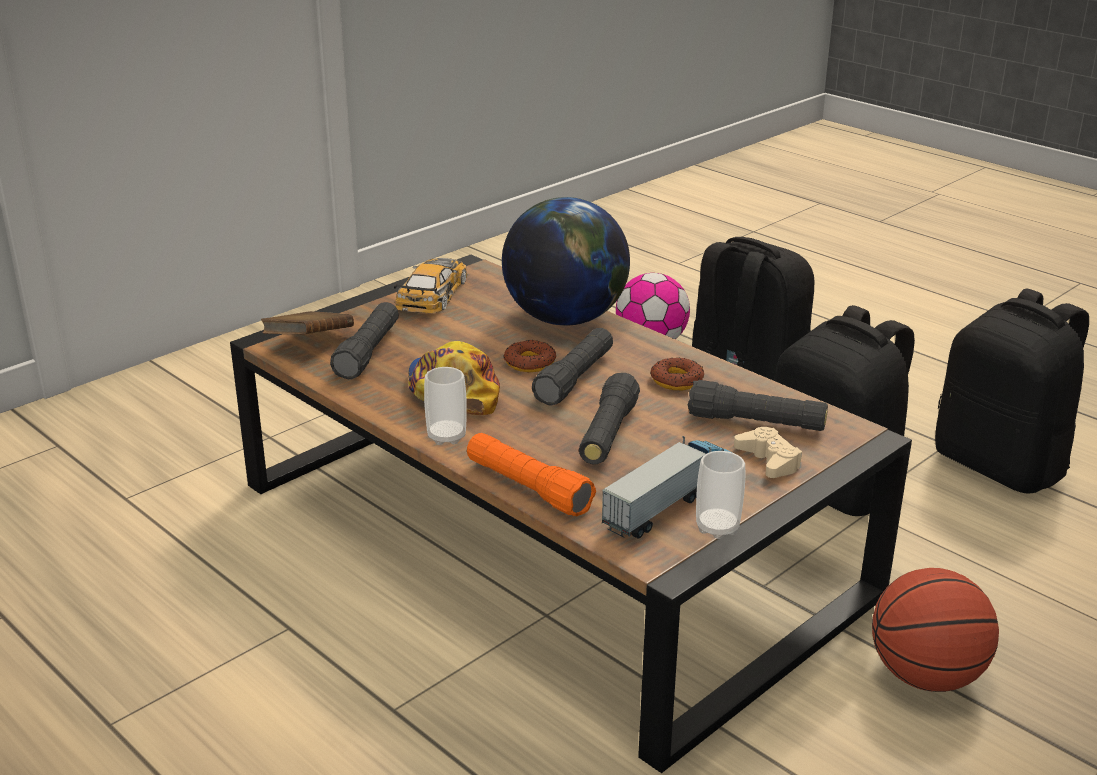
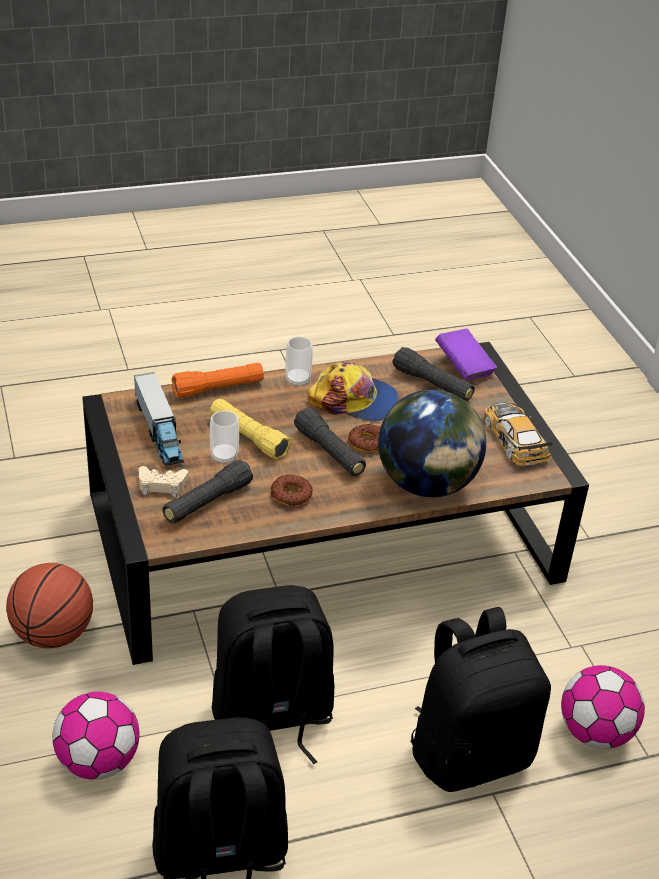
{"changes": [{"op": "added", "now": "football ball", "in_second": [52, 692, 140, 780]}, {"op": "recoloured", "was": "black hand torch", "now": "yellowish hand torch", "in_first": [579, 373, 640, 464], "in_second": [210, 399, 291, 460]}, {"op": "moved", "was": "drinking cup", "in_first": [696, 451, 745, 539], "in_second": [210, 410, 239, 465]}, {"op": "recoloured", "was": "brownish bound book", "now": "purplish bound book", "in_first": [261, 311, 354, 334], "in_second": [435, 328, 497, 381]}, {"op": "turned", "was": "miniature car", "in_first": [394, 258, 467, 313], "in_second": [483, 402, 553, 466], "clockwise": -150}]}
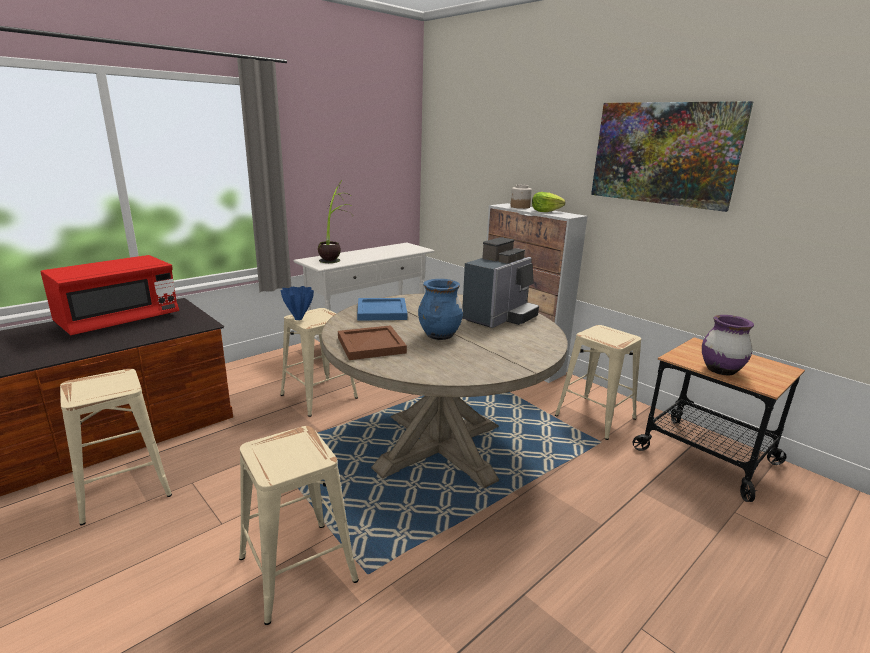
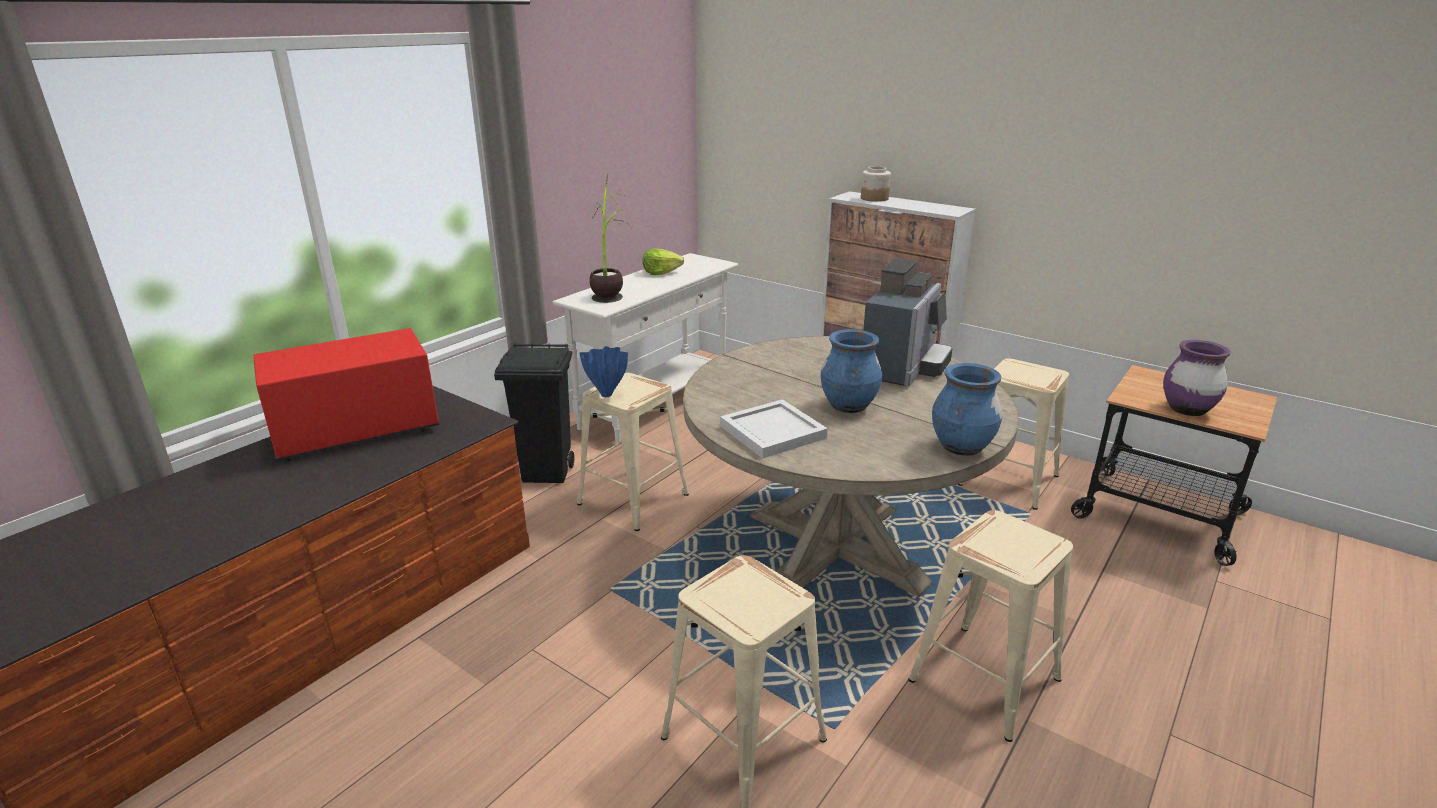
{"changes": [{"op": "turned", "was": "red-coloured microwave", "in_first": [41, 255, 179, 335], "in_second": [253, 328, 439, 462], "clockwise": -150}, {"op": "added", "now": "black trash can", "in_second": [494, 343, 574, 483]}, {"op": "moved", "was": "head of lettuce", "in_first": [532, 192, 565, 212], "in_second": [643, 248, 684, 275]}, {"op": "recoloured", "was": "brownish serving tray", "now": "white serving tray", "in_first": [338, 325, 407, 360], "in_second": [720, 399, 828, 459]}, {"op": "moved", "was": "beige stool seat", "in_first": [60, 369, 172, 525], "in_second": [909, 510, 1073, 742]}, {"op": "added", "now": "bluish vase", "in_second": [932, 363, 1002, 456]}, {"op": "removed", "was": "bluish serving tray", "in_first": [357, 298, 407, 321]}, {"op": "removed", "was": "wall art", "in_first": [591, 101, 753, 212]}]}
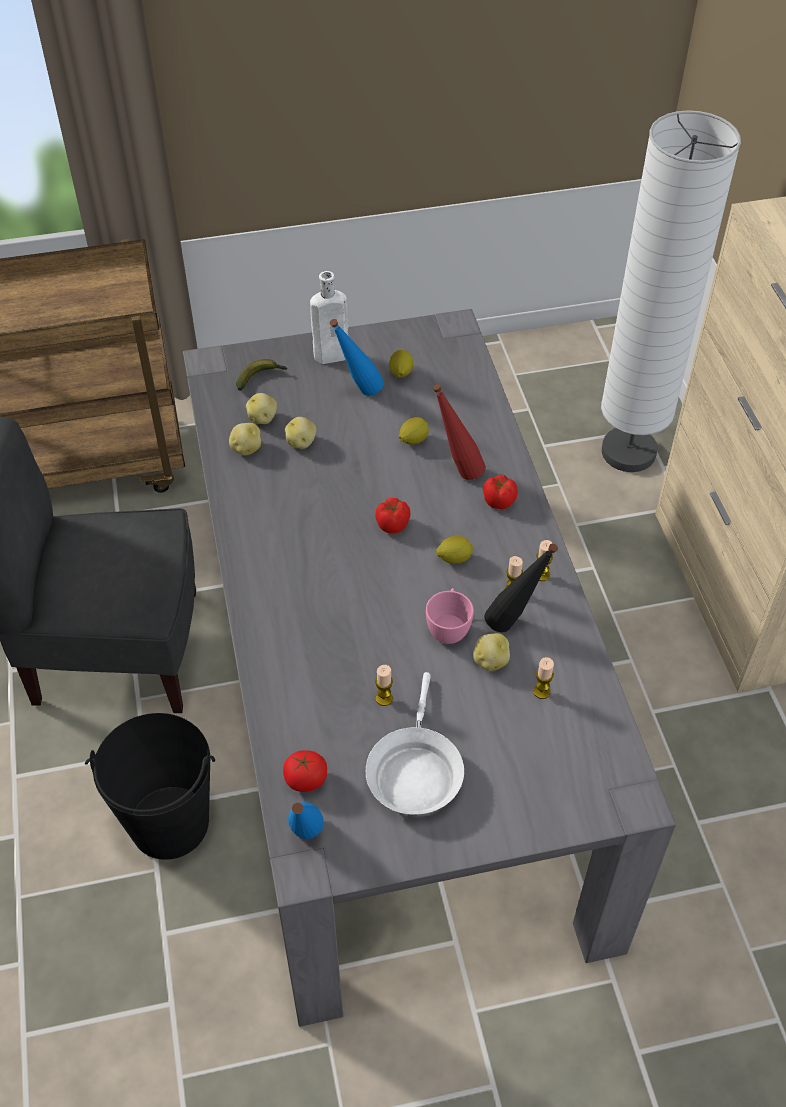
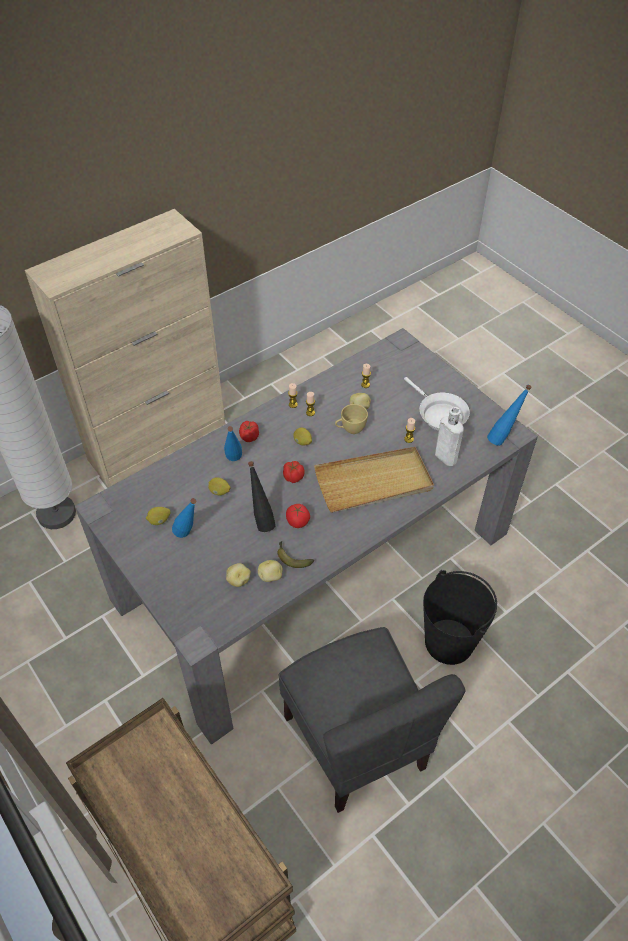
{"changes": [{"op": "recoloured", "was": "red-coloured bottle", "now": "bluish bottle", "in_first": [433, 384, 486, 480], "in_second": [224, 426, 242, 461]}, {"op": "moved", "was": "black bottle", "in_first": [485, 544, 558, 632], "in_second": [248, 461, 276, 532]}, {"op": "moved", "was": "whole banana", "in_first": [236, 359, 287, 390], "in_second": [277, 541, 314, 568]}, {"op": "moved", "was": "tomato", "in_first": [283, 750, 327, 792], "in_second": [286, 504, 310, 528]}, {"op": "added", "now": "beige serving tray", "in_second": [314, 447, 434, 513]}, {"op": "recoloured", "was": "pinkish drinking cup", "now": "yellowish drinking cup", "in_first": [426, 588, 474, 644], "in_second": [335, 404, 368, 434]}, {"op": "turned", "was": "white pan", "in_first": [366, 672, 464, 814], "in_second": [404, 377, 470, 431], "clockwise": 75}, {"op": "moved", "was": "white bottle", "in_first": [310, 271, 348, 364], "in_second": [435, 407, 464, 466]}, {"op": "removed", "was": "spud", "in_first": [285, 417, 317, 449]}]}
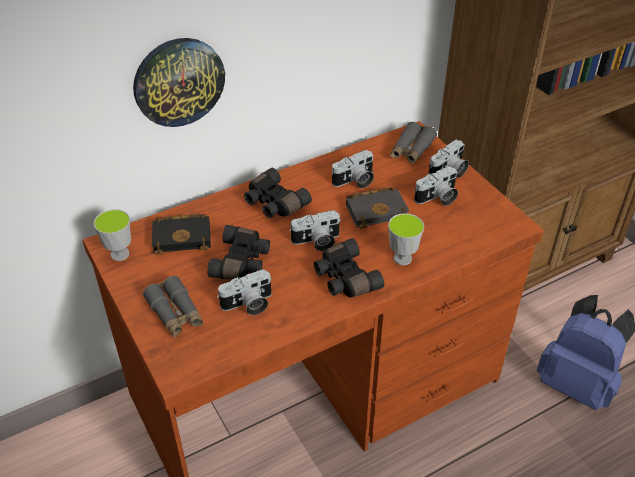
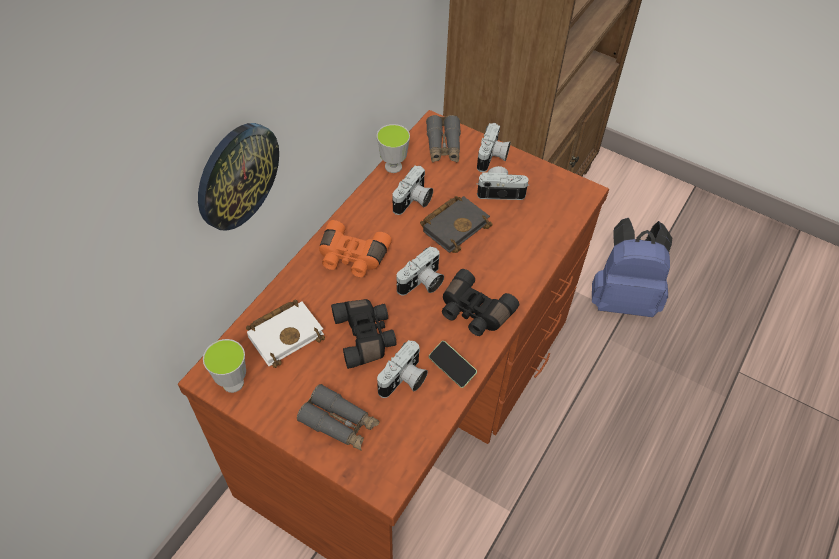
{"changes": [{"op": "recoloured", "was": "black bound book", "now": "white bound book", "in_first": [152, 214, 211, 255], "in_second": [246, 300, 325, 368]}, {"op": "recoloured", "was": "black binoculars", "now": "orangey binoculars", "in_first": [244, 168, 312, 218], "in_second": [319, 220, 392, 277]}, {"op": "moved", "was": "drinking cup", "in_first": [388, 213, 424, 265], "in_second": [377, 124, 410, 173]}, {"op": "added", "now": "phone", "in_second": [429, 341, 477, 388]}, {"op": "turned", "was": "photo camera", "in_first": [414, 166, 458, 206], "in_second": [476, 166, 529, 200], "clockwise": -120}]}
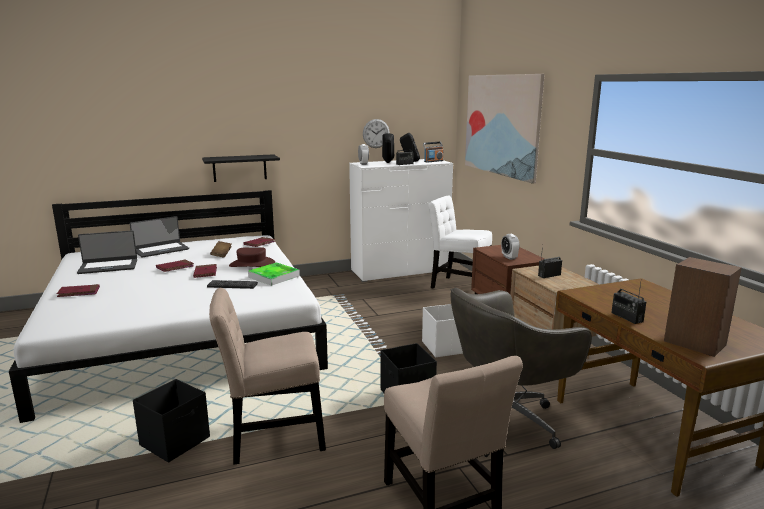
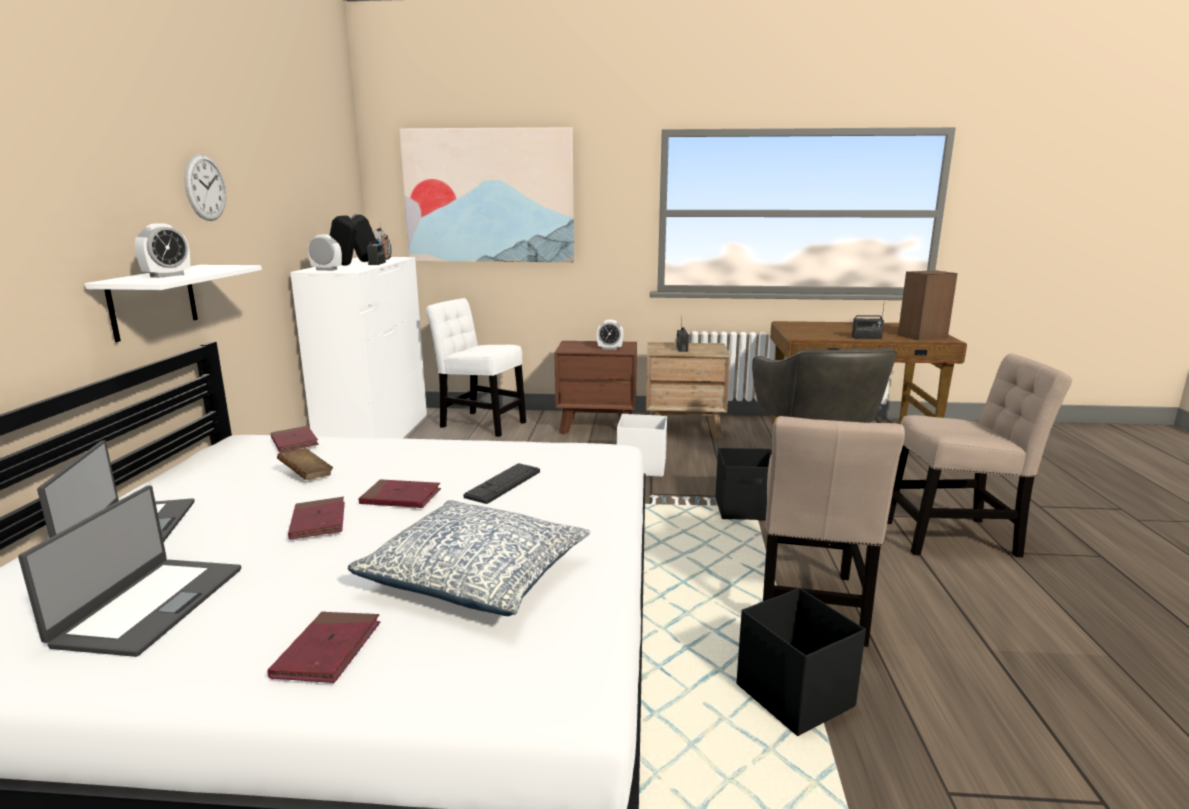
{"changes": [{"op": "recoloured", "was": "black shelf", "now": "white shelf", "in_first": [202, 154, 280, 182], "in_second": [85, 265, 262, 342]}, {"op": "added", "now": "alarm clock", "in_second": [135, 223, 190, 278]}, {"op": "moved", "was": "clock on the wall", "in_first": [363, 119, 390, 148], "in_second": [184, 154, 226, 221]}, {"op": "added", "now": "throw pillow", "in_second": [348, 500, 591, 616]}, {"op": "turned", "was": "white plain chair", "in_first": [428, 195, 492, 294], "in_second": [426, 298, 526, 437], "clockwise": 60}, {"op": "removed", "was": "brownish wearable hat", "in_first": [229, 248, 275, 267]}, {"op": "removed", "was": "serving tray", "in_first": [248, 262, 300, 286]}]}
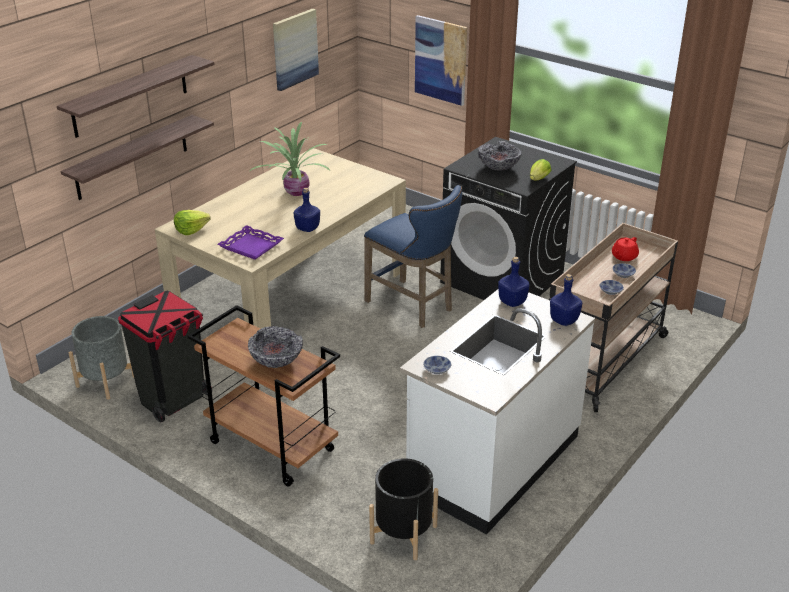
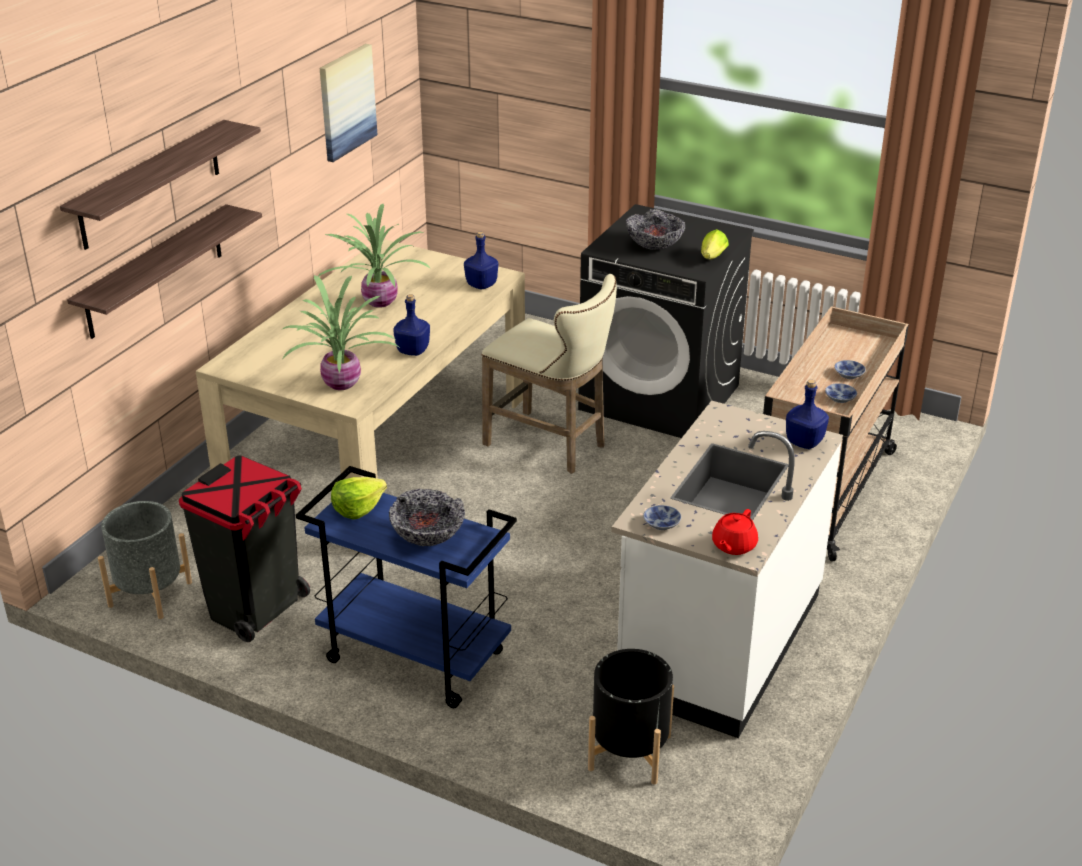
{"changes": [{"op": "replaced", "was": "purplish serving tray", "now": "potted plant", "in_first": [217, 225, 284, 260], "in_second": [280, 275, 399, 390]}, {"op": "recoloured", "was": "brownish cart", "now": "bluish cart", "in_first": [187, 305, 340, 487], "in_second": [296, 466, 517, 708]}, {"op": "moved", "was": "head of lettuce", "in_first": [174, 210, 210, 235], "in_second": [331, 477, 387, 520]}, {"op": "moved", "was": "bluish bottle", "in_first": [498, 256, 530, 307], "in_second": [464, 231, 498, 289]}, {"op": "recoloured", "was": "bluish stool seat", "now": "beige stool seat", "in_first": [364, 185, 462, 328], "in_second": [481, 274, 617, 474]}, {"op": "moved", "was": "red-coloured pot for tea", "in_first": [612, 237, 639, 261], "in_second": [712, 509, 758, 555]}, {"op": "removed", "was": "wall art", "in_first": [415, 15, 467, 106]}]}
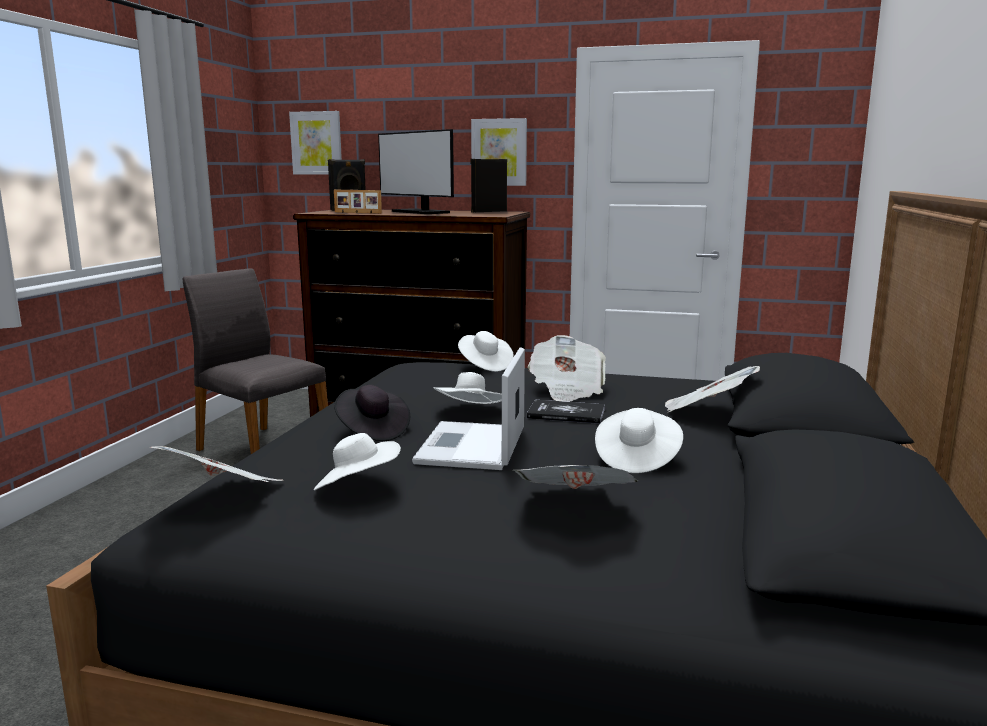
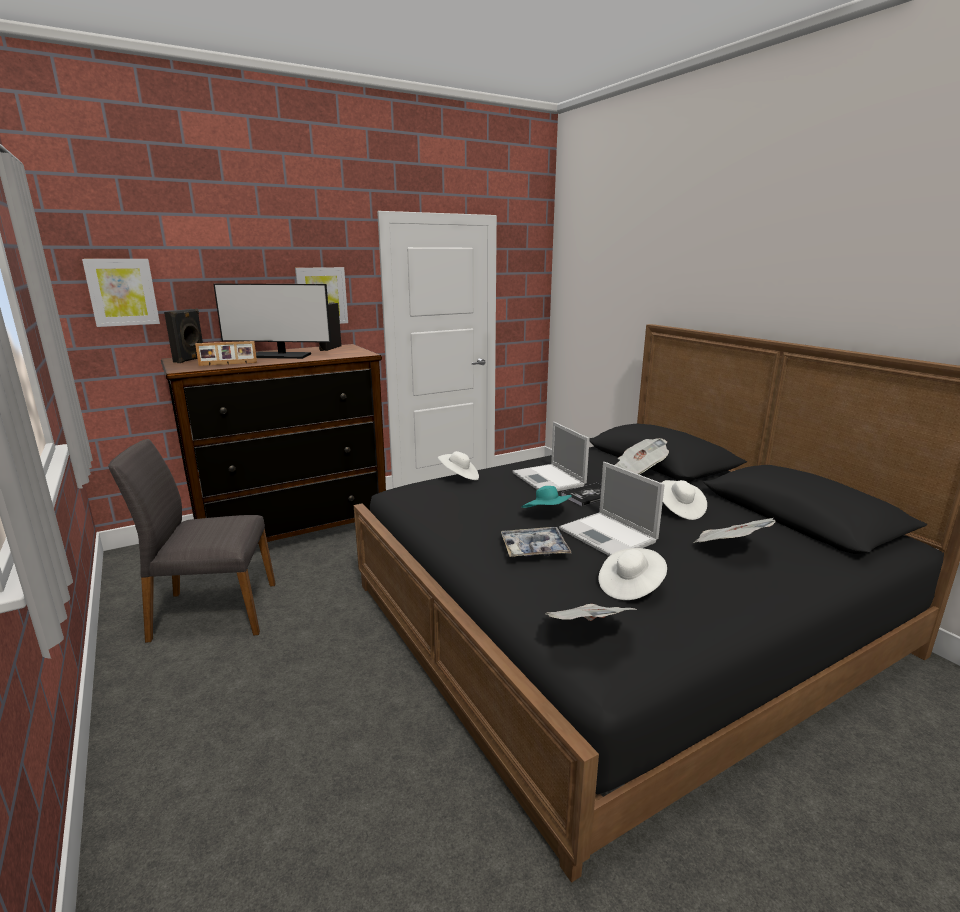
{"changes": [{"op": "replaced", "was": "black wearable hat", "now": "serving tray", "in_first": [334, 385, 410, 441], "in_second": [501, 527, 571, 558]}, {"op": "replaced", "was": "printed paper", "now": "notebook computer", "in_first": [528, 335, 606, 402], "in_second": [512, 422, 590, 491]}, {"op": "recoloured", "was": "white wearable hat", "now": "blue-green wearable hat", "in_first": [433, 372, 502, 404], "in_second": [521, 486, 572, 508]}]}
